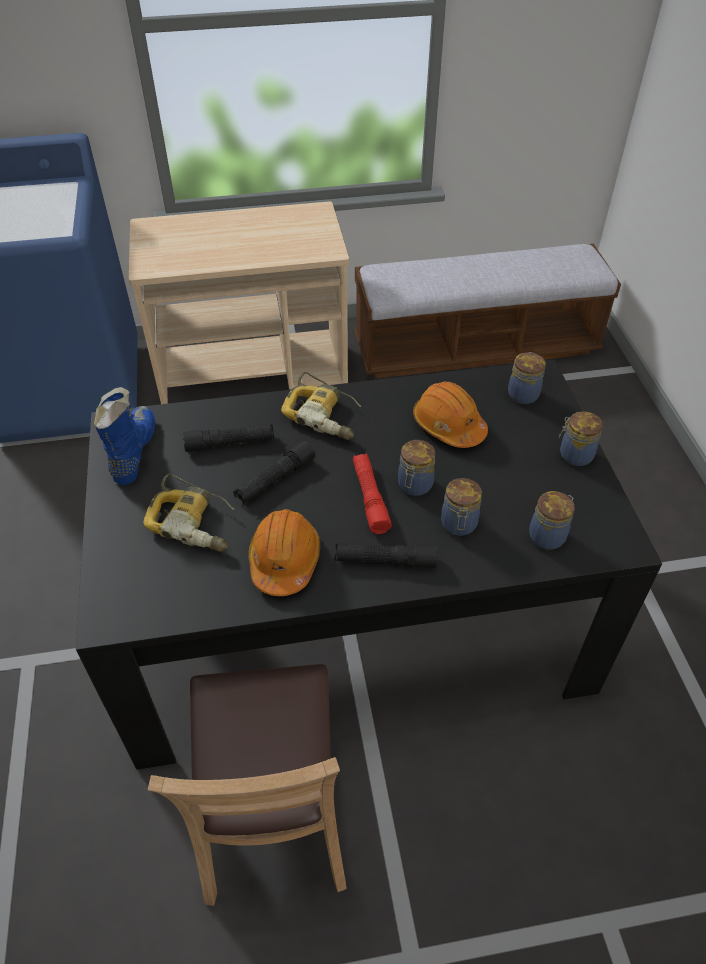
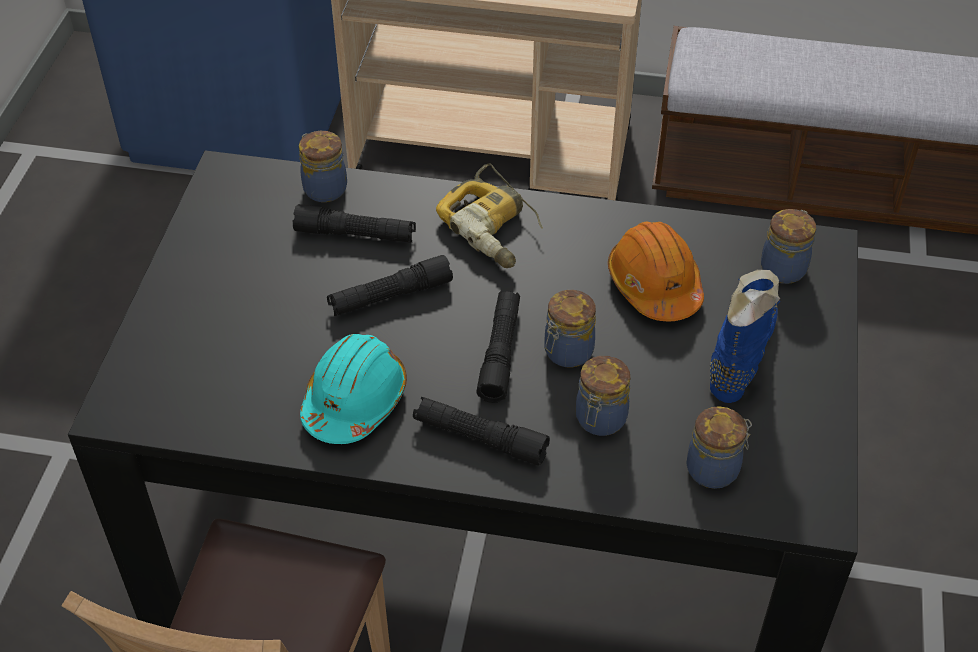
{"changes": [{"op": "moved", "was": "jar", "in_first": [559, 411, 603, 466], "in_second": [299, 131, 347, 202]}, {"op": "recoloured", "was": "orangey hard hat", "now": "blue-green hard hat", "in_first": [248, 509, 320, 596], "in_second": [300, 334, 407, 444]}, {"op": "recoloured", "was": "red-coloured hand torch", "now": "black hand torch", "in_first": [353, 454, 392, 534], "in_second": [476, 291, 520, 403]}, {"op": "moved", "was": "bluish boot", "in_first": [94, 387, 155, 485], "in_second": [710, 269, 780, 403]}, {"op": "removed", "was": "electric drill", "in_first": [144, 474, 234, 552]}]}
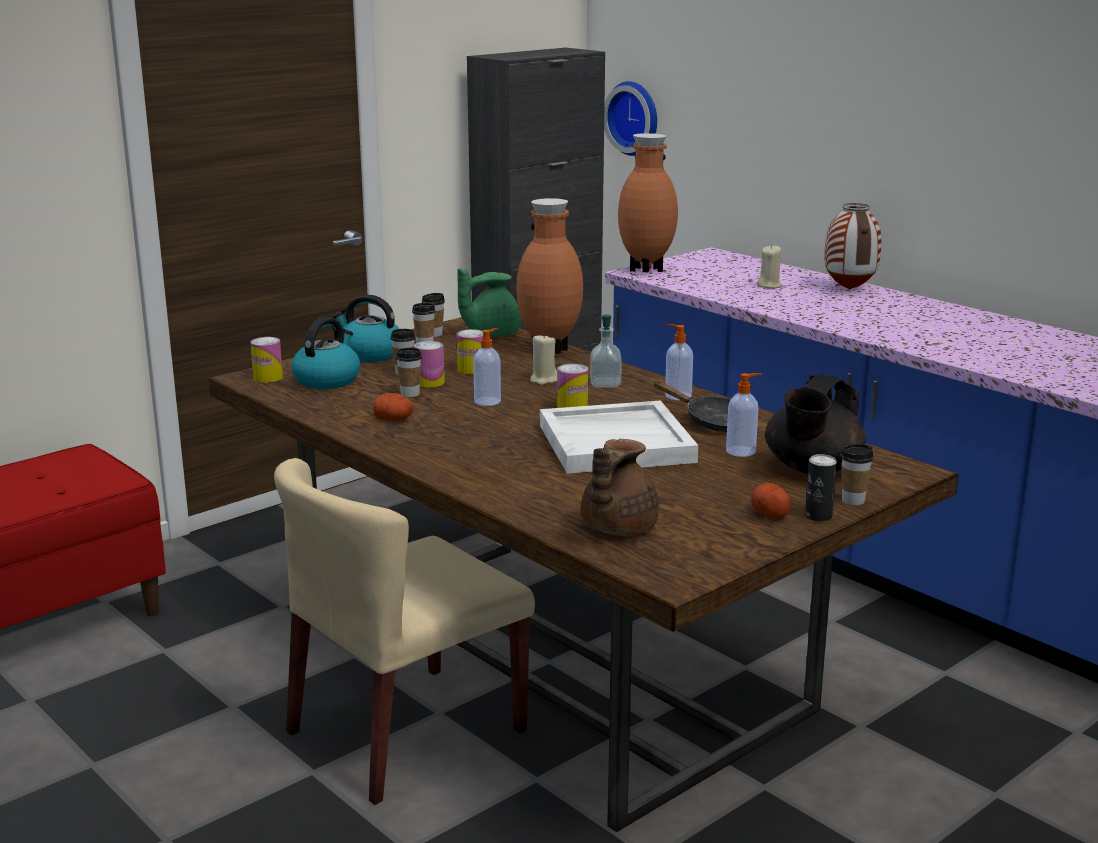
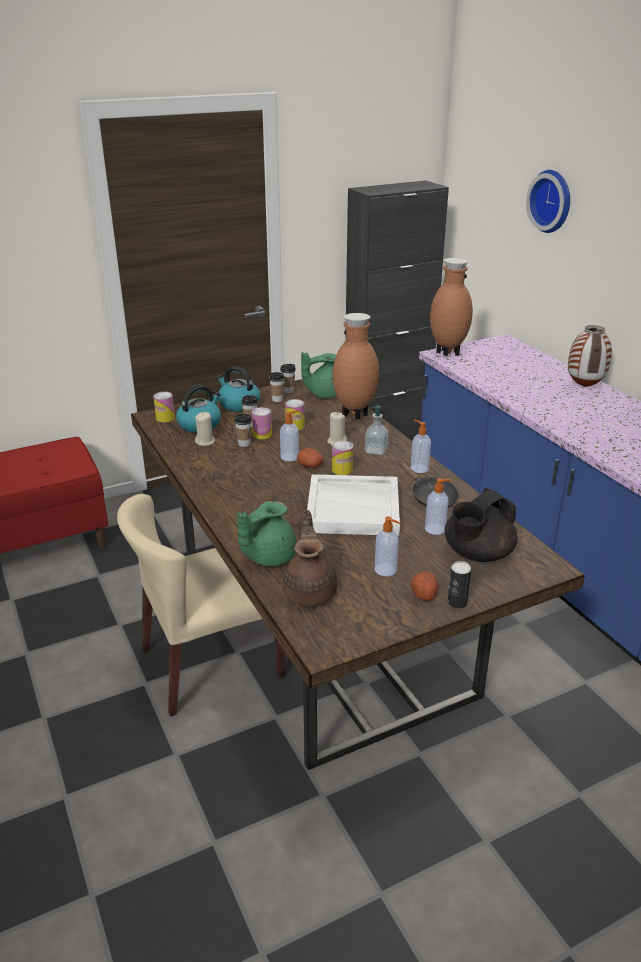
{"changes": [{"op": "moved", "was": "beige candle", "in_first": [756, 245, 781, 288], "in_second": [195, 412, 215, 446]}, {"op": "added", "now": "greenish pot for tea", "in_second": [237, 501, 297, 566]}, {"op": "turned", "was": "brownish pot for tea", "in_first": [581, 439, 659, 535], "in_second": [283, 509, 337, 606], "clockwise": 135}, {"op": "moved", "was": "spud", "in_first": [373, 393, 414, 420], "in_second": [297, 448, 324, 468]}, {"op": "added", "now": "soap dispenser", "in_second": [375, 516, 400, 576]}, {"op": "moved", "was": "clock on the wall", "in_first": [604, 81, 657, 156], "in_second": [526, 170, 570, 233]}, {"op": "removed", "was": "drinking cup", "in_first": [841, 444, 874, 505]}]}
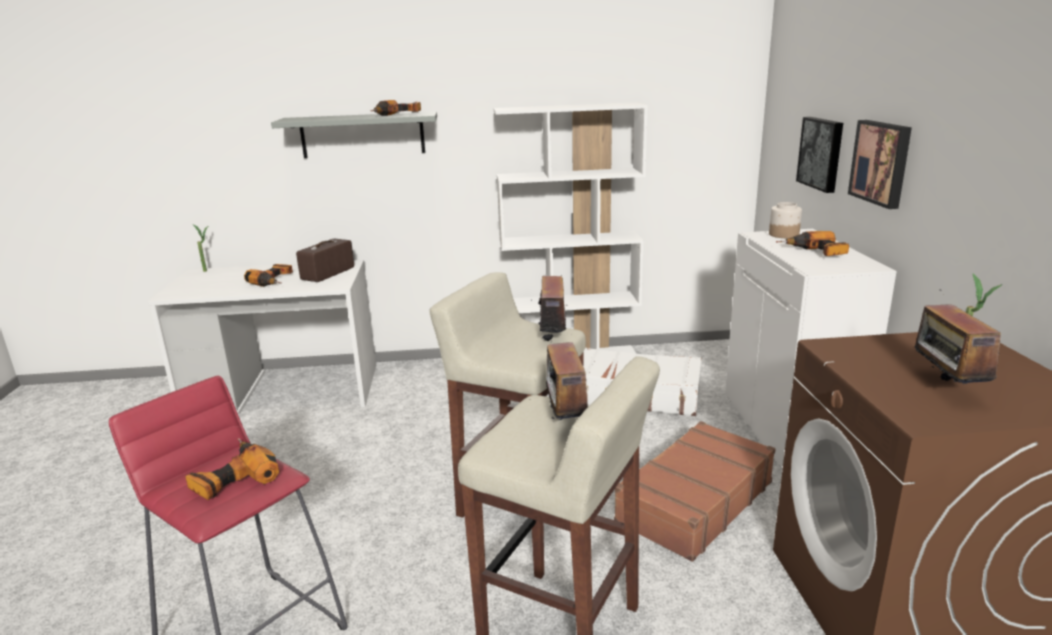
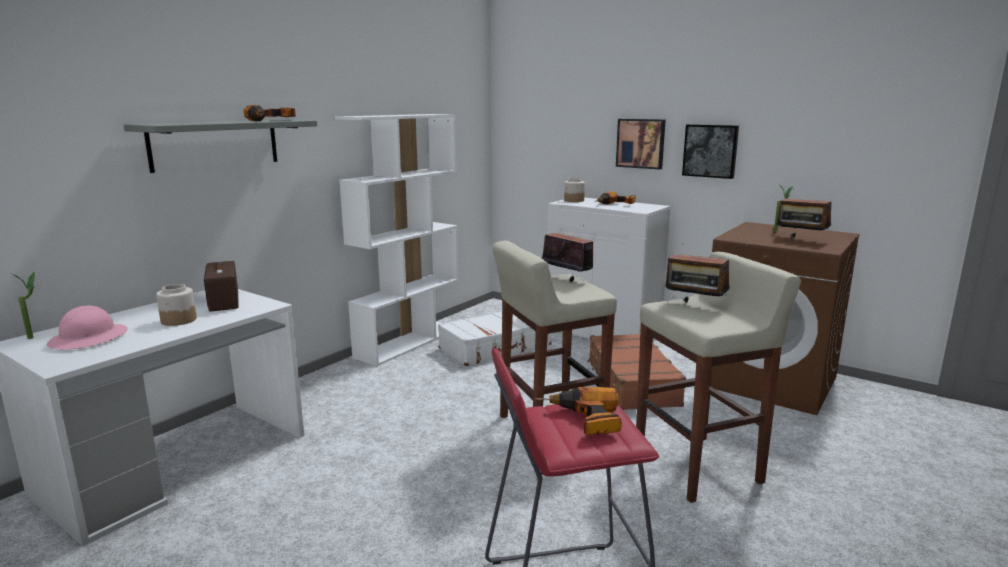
{"changes": [{"op": "added", "now": "pinkish hard hat", "in_second": [47, 306, 127, 349]}, {"op": "replaced", "was": "electric drill", "now": "jar", "in_first": [244, 264, 293, 287], "in_second": [156, 284, 197, 326]}, {"op": "moved", "was": "wall art", "in_first": [796, 117, 843, 193], "in_second": [682, 124, 739, 179]}]}
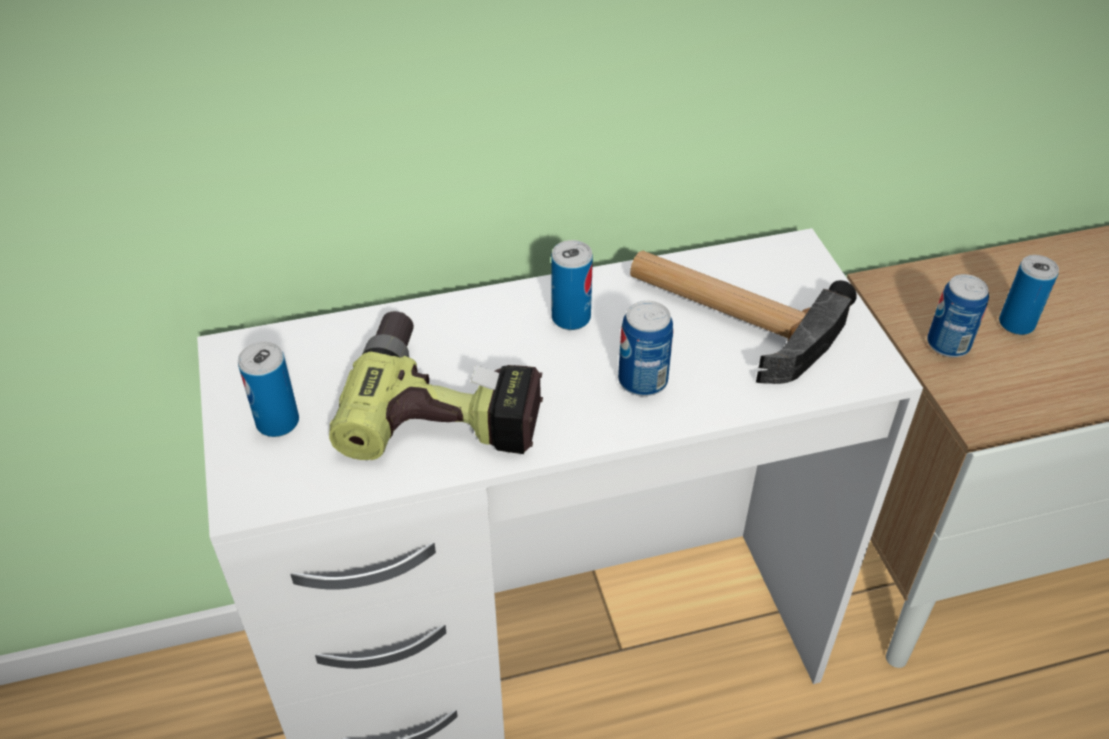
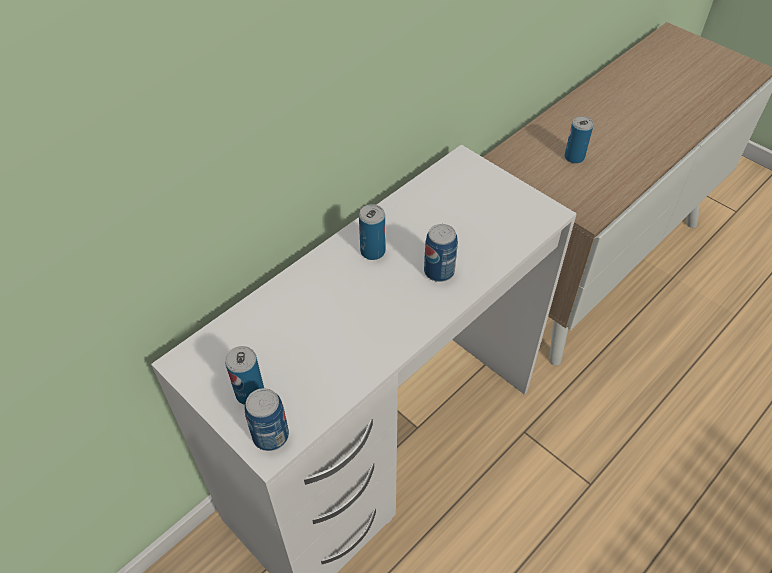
{"changes": [{"op": "moved", "was": "can", "in_first": [927, 274, 989, 357], "in_second": [244, 388, 289, 451]}, {"op": "removed", "was": "electric drill", "in_first": [329, 311, 543, 460]}, {"op": "removed", "was": "tool hammer", "in_first": [630, 251, 857, 384]}]}
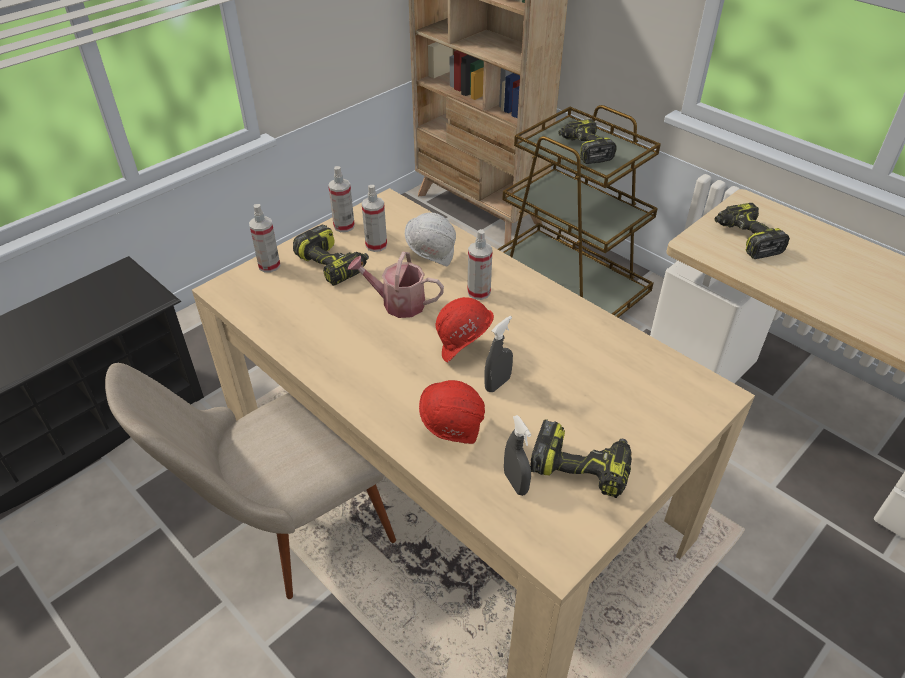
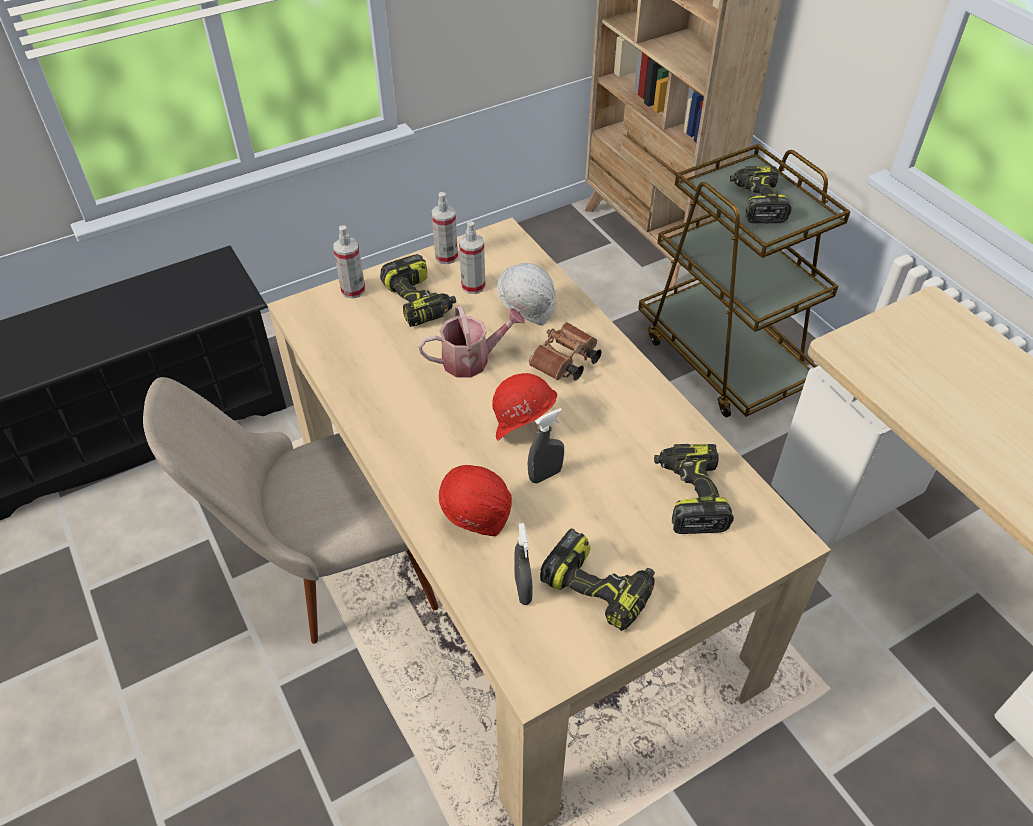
{"changes": [{"op": "turned", "was": "watering pot", "in_first": [348, 252, 444, 318], "in_second": [418, 306, 525, 378], "clockwise": 135}, {"op": "replaced", "was": "sprayer", "now": "brownish binoculars", "in_first": [467, 229, 493, 300], "in_second": [529, 322, 602, 380]}, {"op": "moved", "was": "electric drill", "in_first": [715, 203, 790, 259], "in_second": [654, 444, 734, 534]}]}
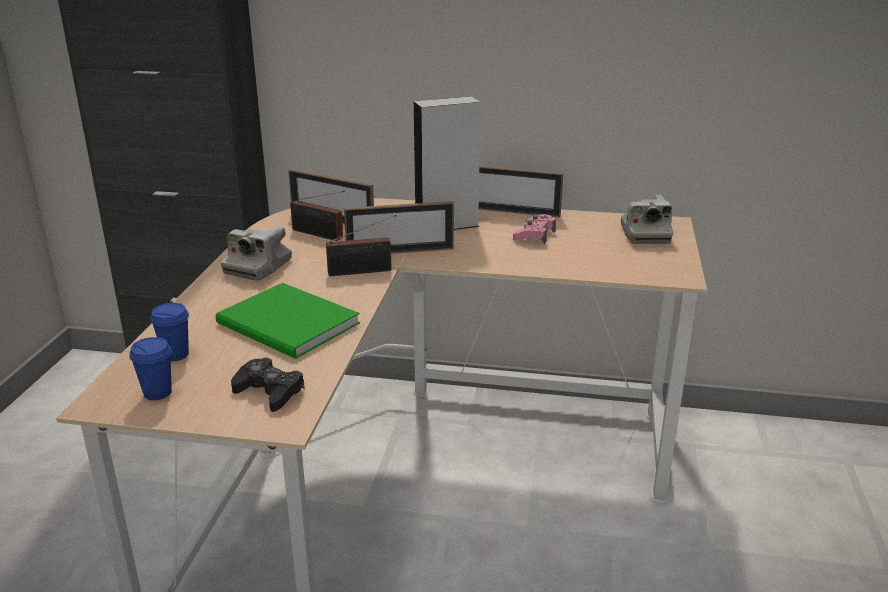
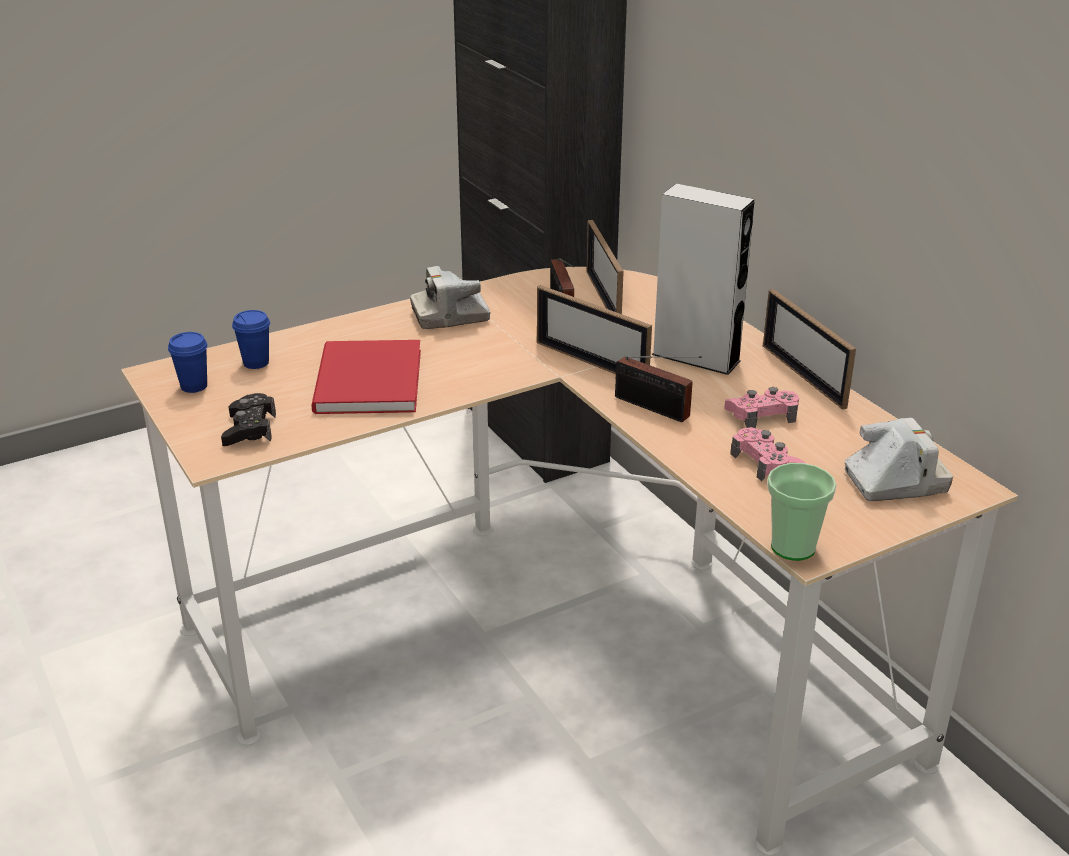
{"changes": [{"op": "recoloured", "was": "greenish bound book", "now": "red-coloured bound book", "in_first": [215, 283, 360, 359], "in_second": [311, 340, 421, 414]}, {"op": "moved", "was": "radio receiver", "in_first": [326, 215, 396, 276], "in_second": [615, 356, 702, 422]}, {"op": "added", "now": "pinkish gamepad", "in_second": [730, 427, 805, 482]}, {"op": "added", "now": "drinking cup", "in_second": [767, 463, 836, 561]}, {"op": "turned", "was": "photo camera", "in_first": [621, 195, 673, 244], "in_second": [845, 418, 953, 501], "clockwise": -150}]}
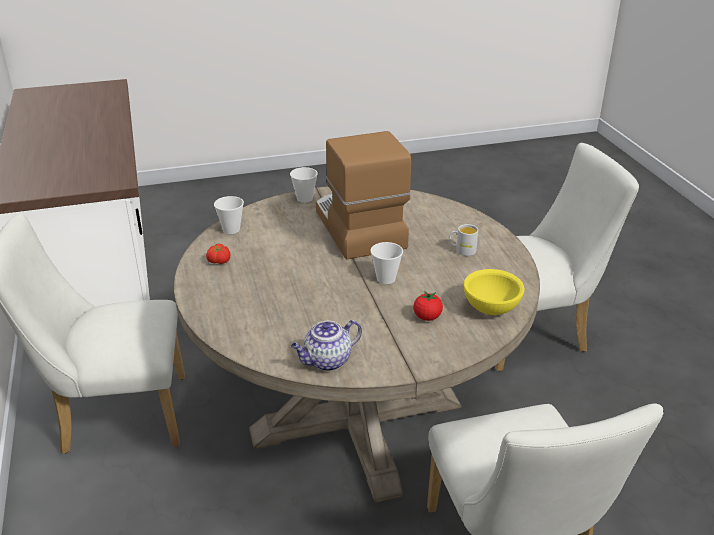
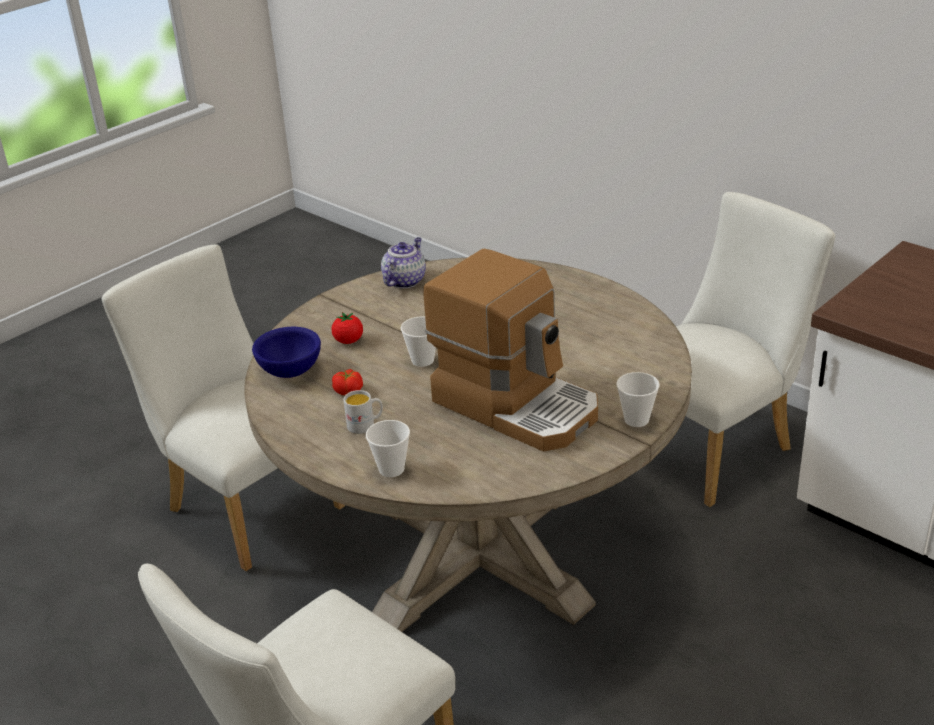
{"changes": [{"op": "recoloured", "was": "yellowish serving bowl", "now": "bluish serving bowl", "in_first": [464, 269, 525, 315], "in_second": [252, 327, 321, 378]}, {"op": "moved", "was": "tomato", "in_first": [206, 244, 230, 264], "in_second": [332, 369, 363, 395]}, {"op": "moved", "was": "drinking cup", "in_first": [214, 196, 244, 234], "in_second": [366, 420, 410, 477]}]}
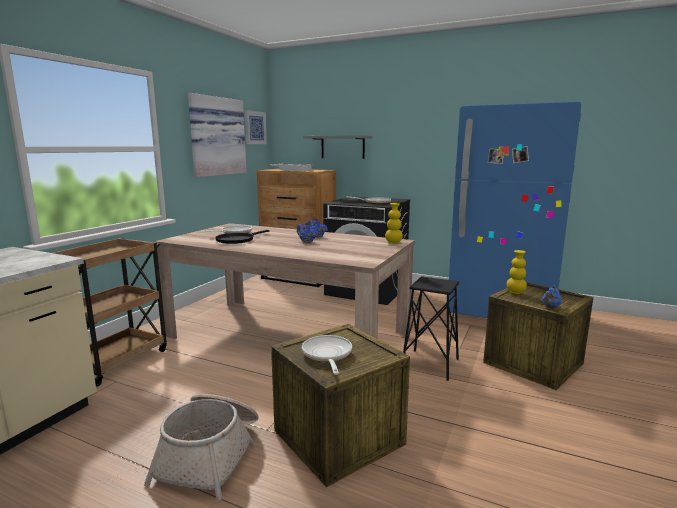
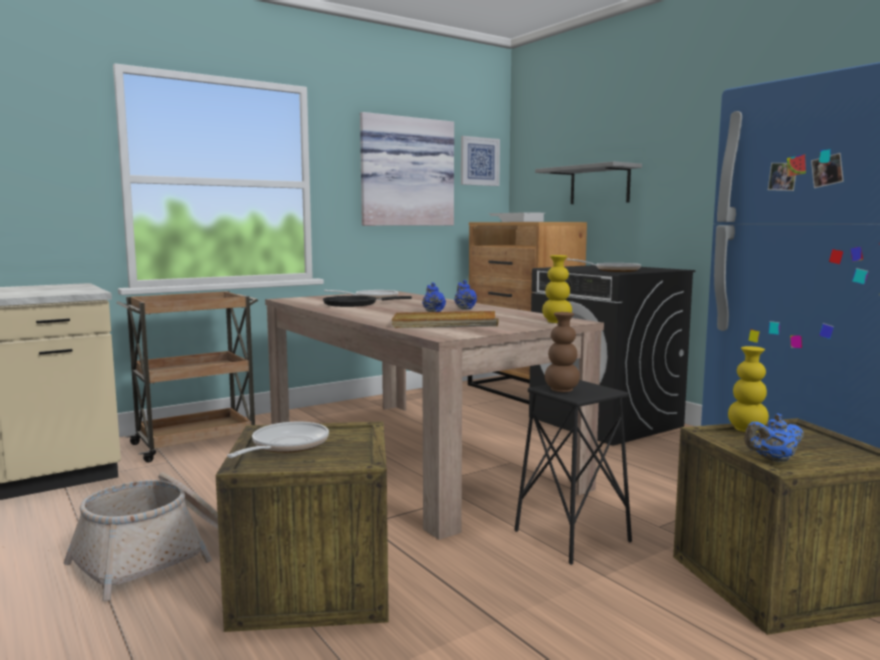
{"changes": [{"op": "added", "now": "beige serving tray", "in_second": [392, 311, 499, 328]}, {"op": "added", "now": "brownish vase", "in_second": [545, 312, 580, 392]}]}
